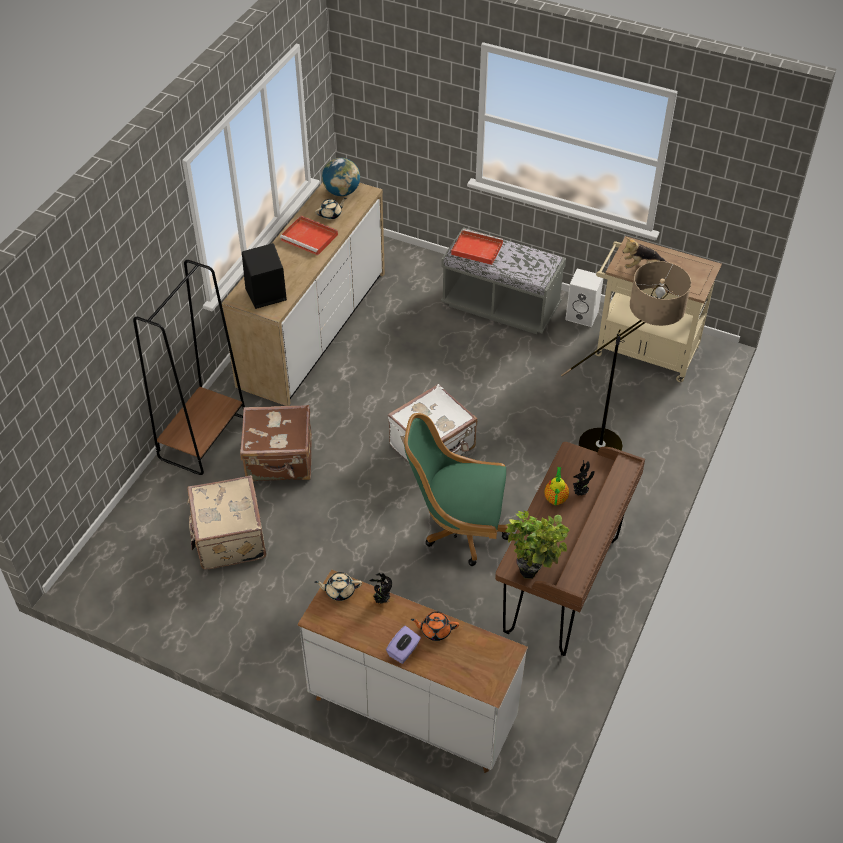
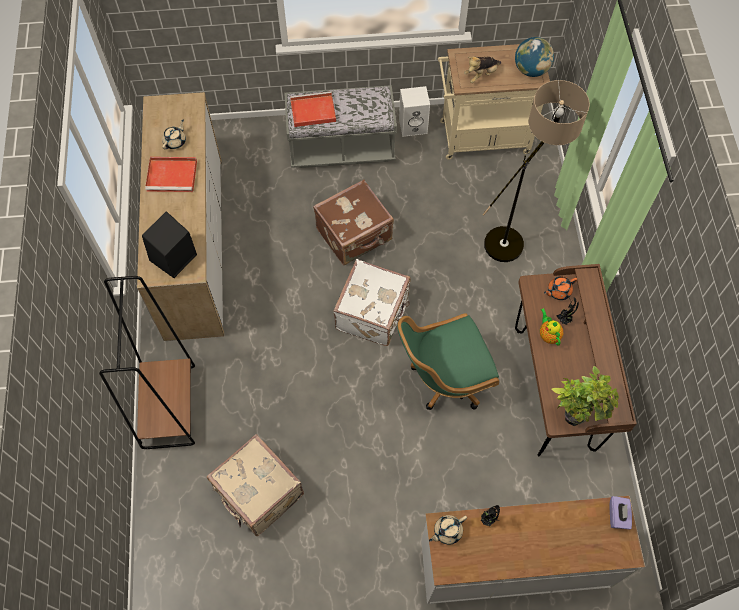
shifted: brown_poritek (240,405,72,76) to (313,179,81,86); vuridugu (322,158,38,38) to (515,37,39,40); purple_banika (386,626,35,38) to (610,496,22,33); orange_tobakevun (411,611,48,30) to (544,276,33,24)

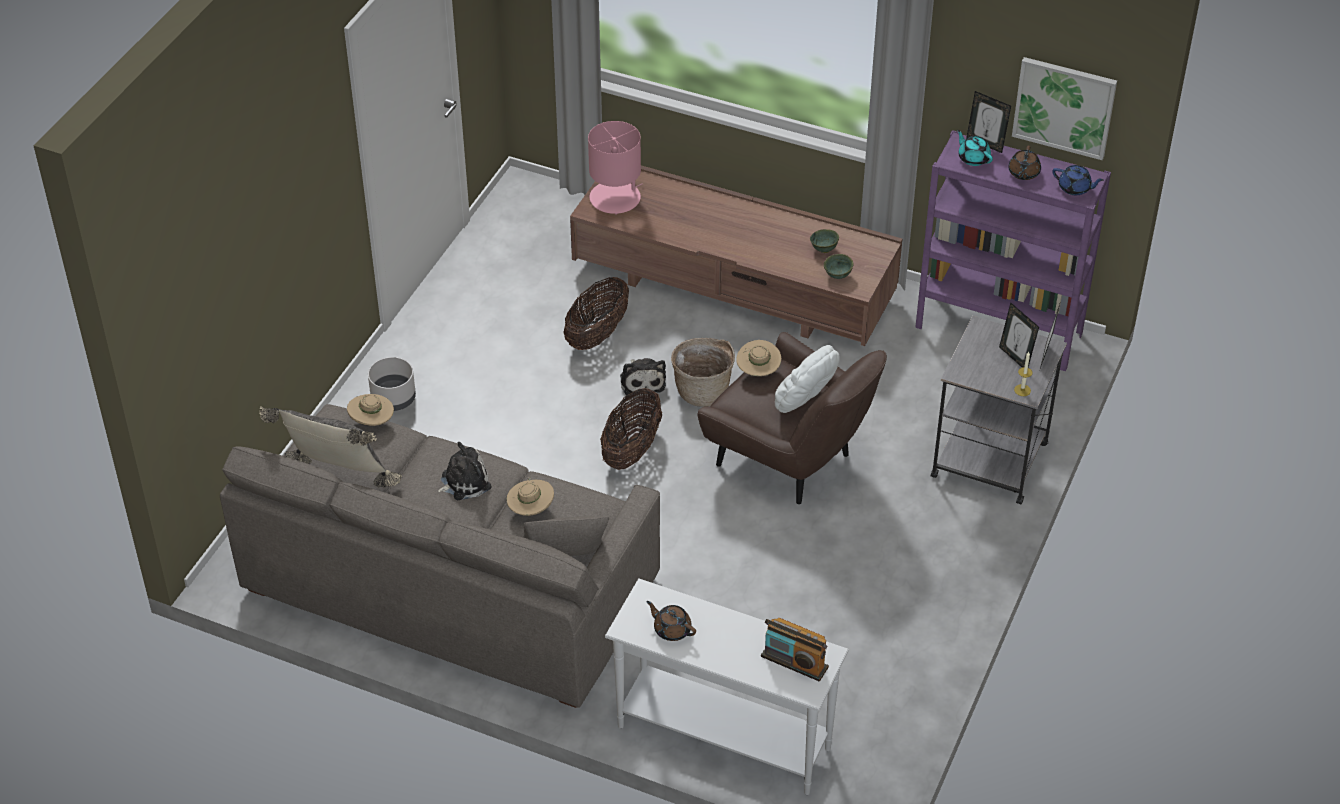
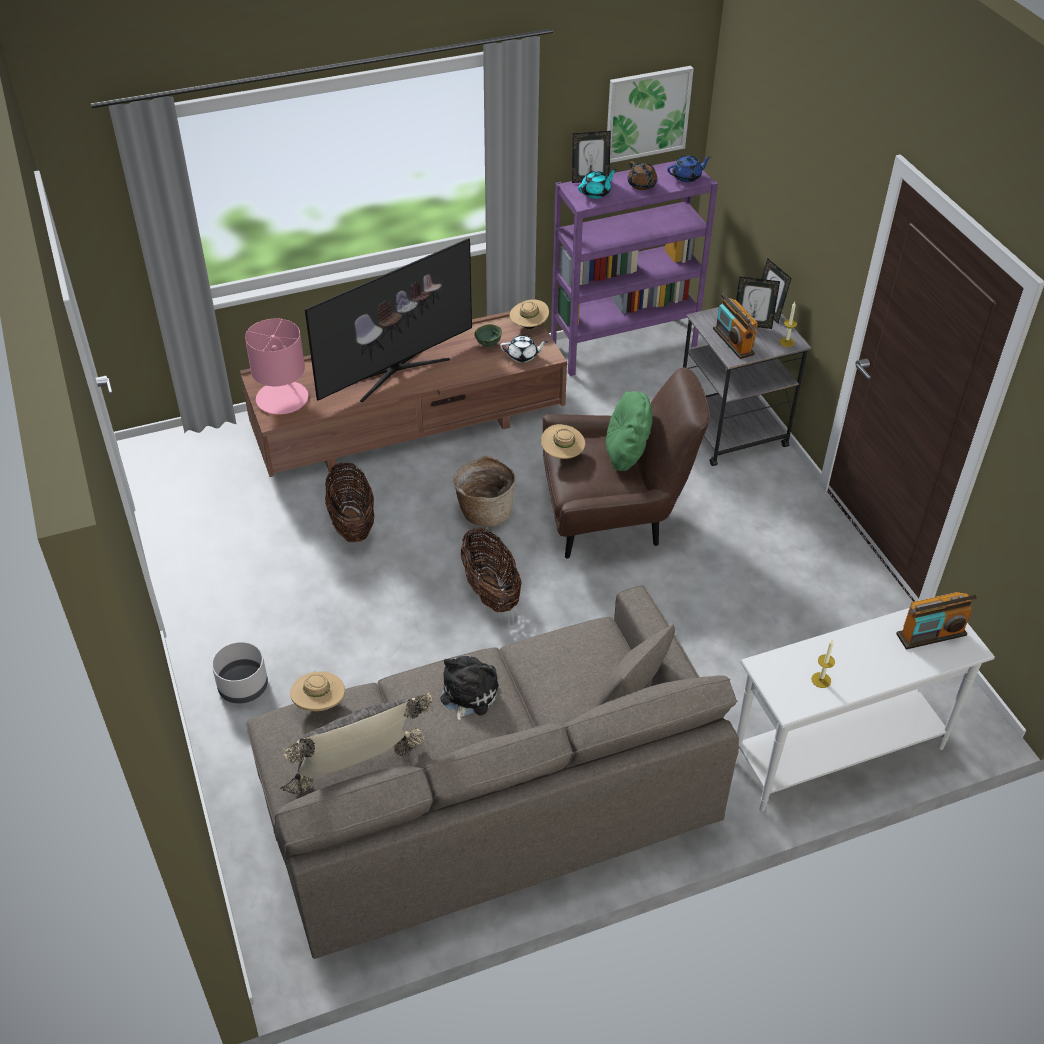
gone: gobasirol (620,358,46,38)
new: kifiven (305,238,167,164); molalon (713,293,45,66)
shifted: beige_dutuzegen (506,477,48,39) to (510,299,39,30)
swapped: brown_tobakevun (646,601,50,40) to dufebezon (811,639,24,49); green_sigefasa (824,254,29,25) to white_tobakevun (500,335,48,27)
repainted: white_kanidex (775,345,65,68) to green_kanidex (606,391,47,80)
rotated: turquoise_tobakevun (957,130,36,36) = (578,169,38,30) 135 degrees clockwise

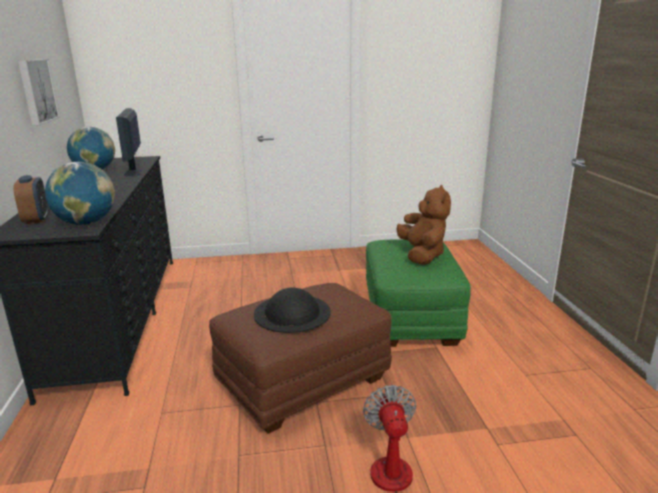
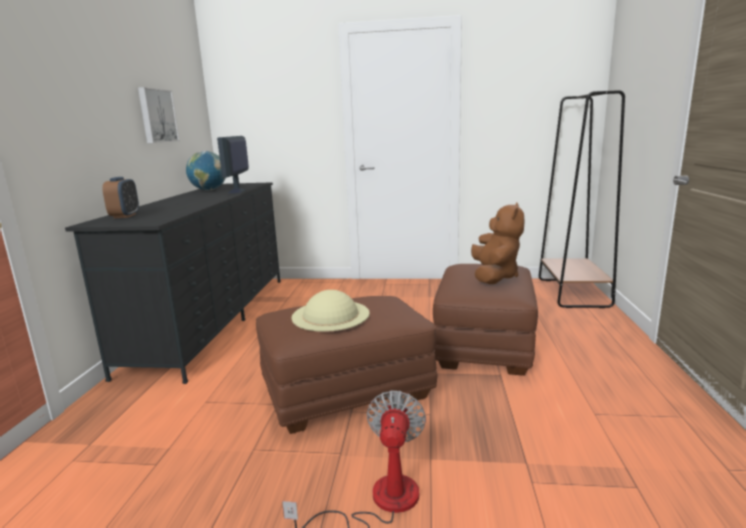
gone: vuridugu (45,162,70,63)
new: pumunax (539,90,86,218)
repainted: black_dutuzegen (254,288,77,45) to beige_dutuzegen (291,290,79,42); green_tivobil (366,240,105,107) to brown_tivobil (433,264,105,112)

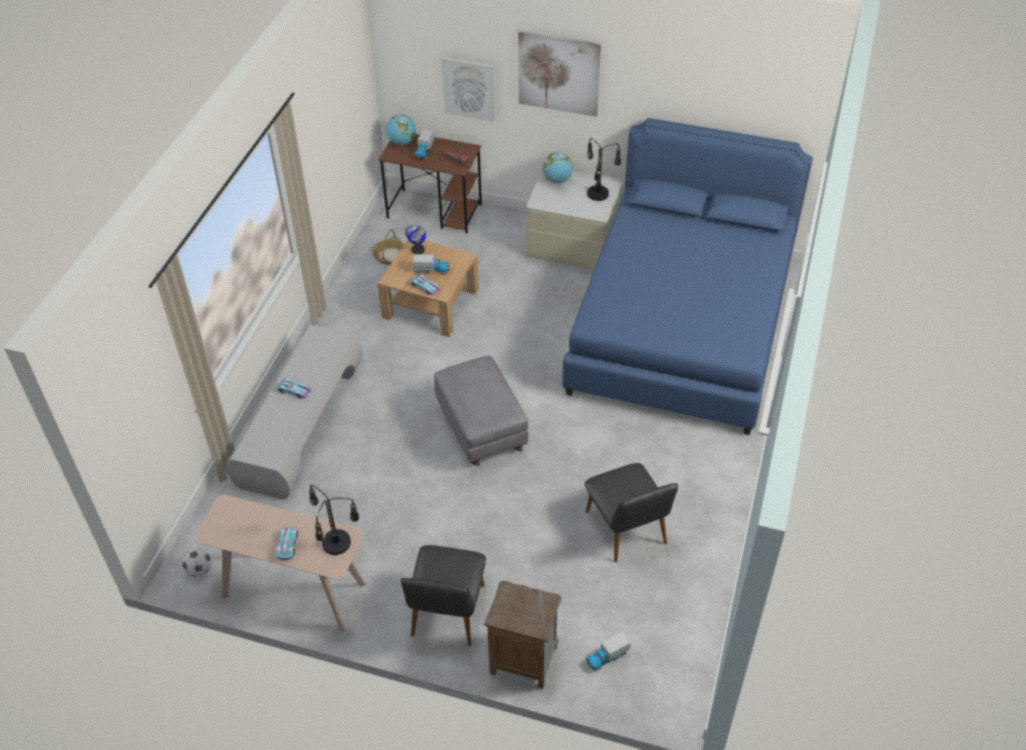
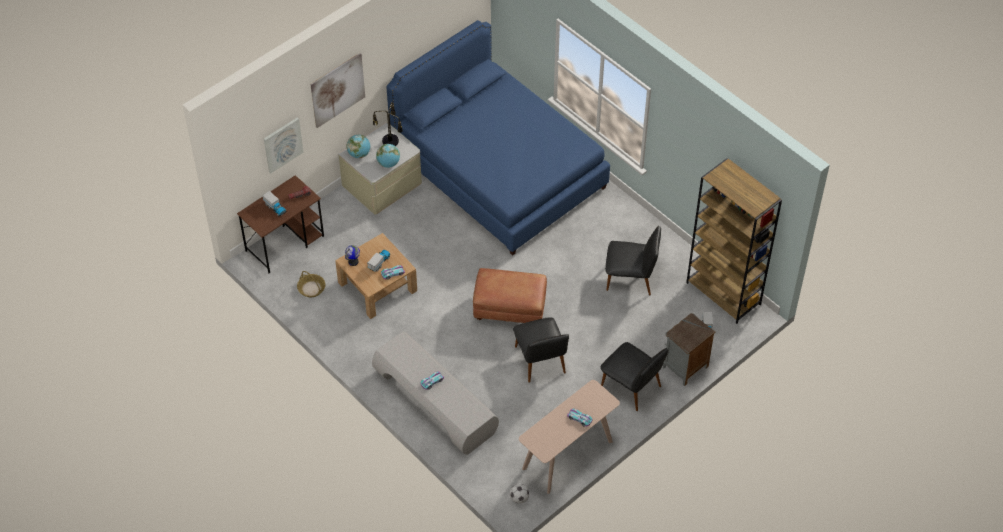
gone: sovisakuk (309,484,50,71)
new: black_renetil (513,317,56,66); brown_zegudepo (686,158,96,166)
shifted: vuridugu (386,114,30,31) to (376,144,24,24)
repainted: grey_tivobil (434,356,94,110) to brown_tivobil (473,268,74,55)

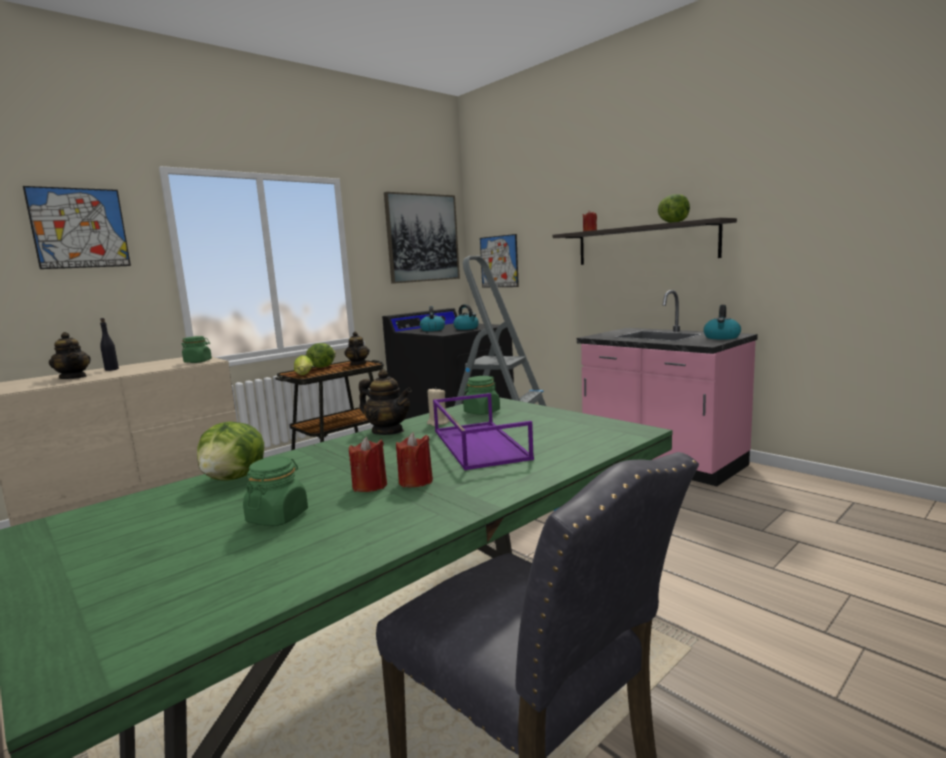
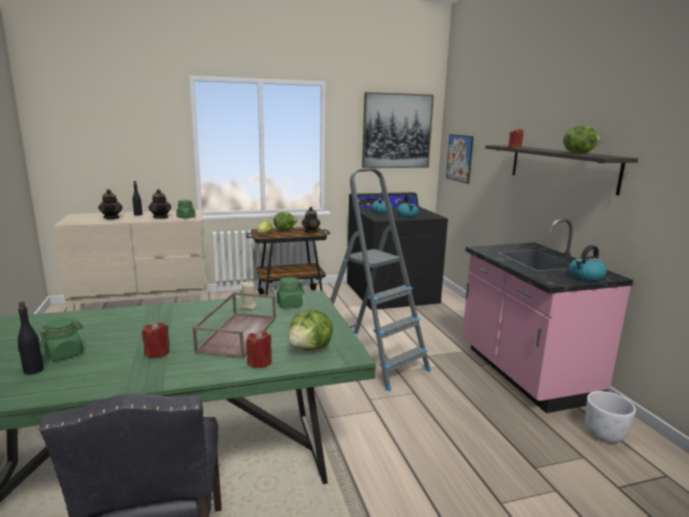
gone: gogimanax (23,186,108,83)
new: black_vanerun (18,302,26,73); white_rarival (585,391,51,52)
shifted: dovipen (197,421,67,60) to (288,310,45,41); red_dufebezon (349,437,38,55) to (246,330,26,38); tobakevun (359,369,53,66) to (149,189,22,30)
repainted: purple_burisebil (433,393,101,77) to brown_burisebil (192,292,84,67)

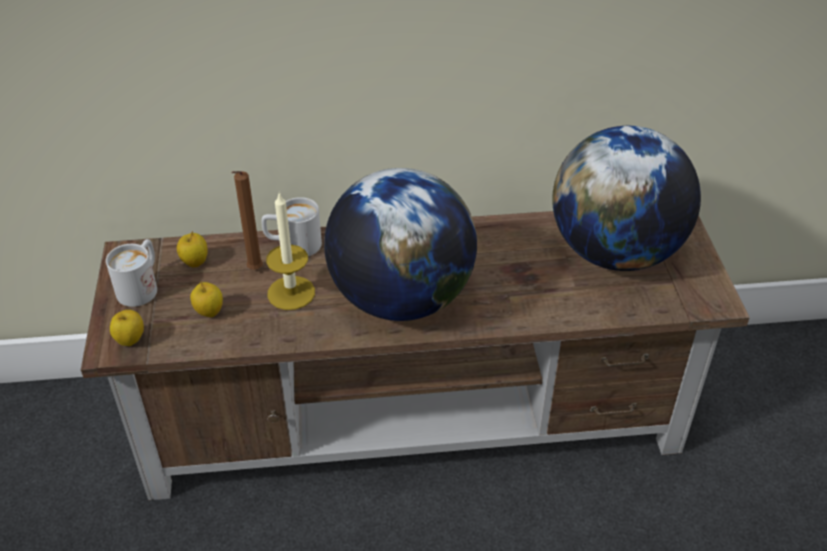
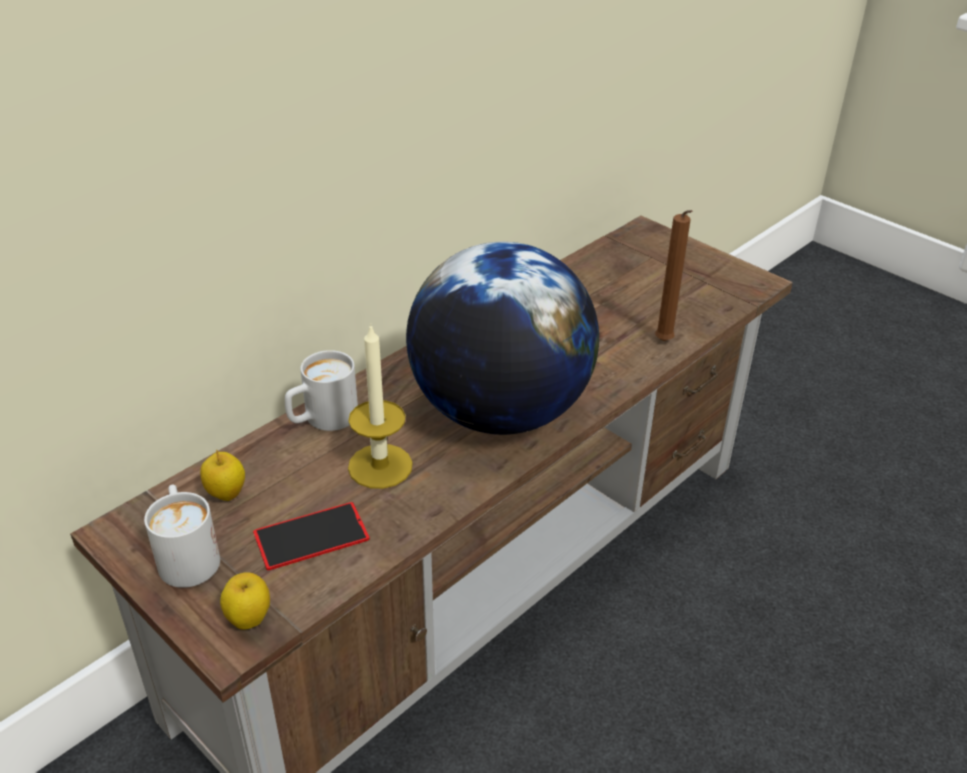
gone: vuridugu (552,126,149,145)
shifted: brown_dufebezon (232,171,31,99) to (655,210,38,131)
swapped: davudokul (190,281,33,36) to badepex (253,502,117,68)

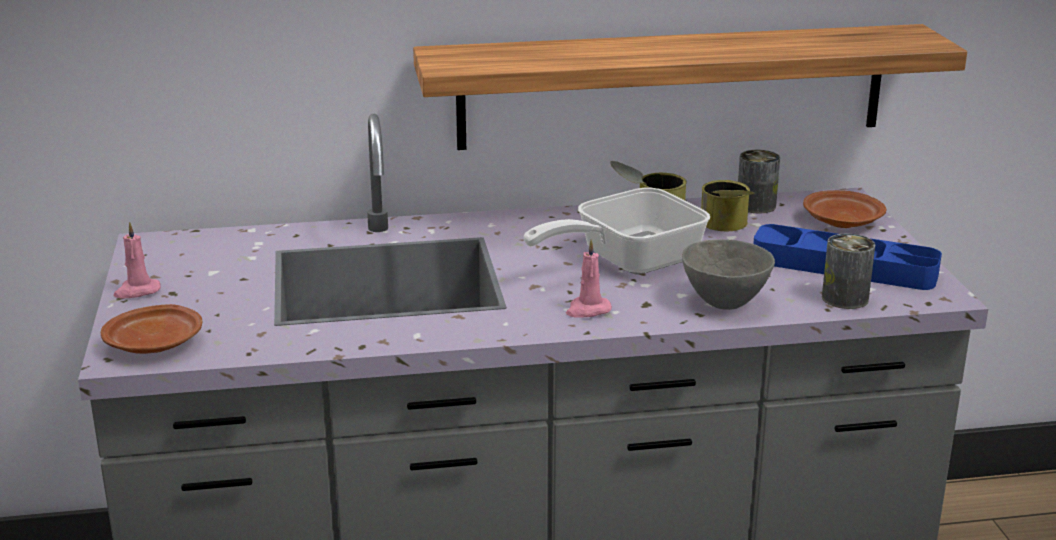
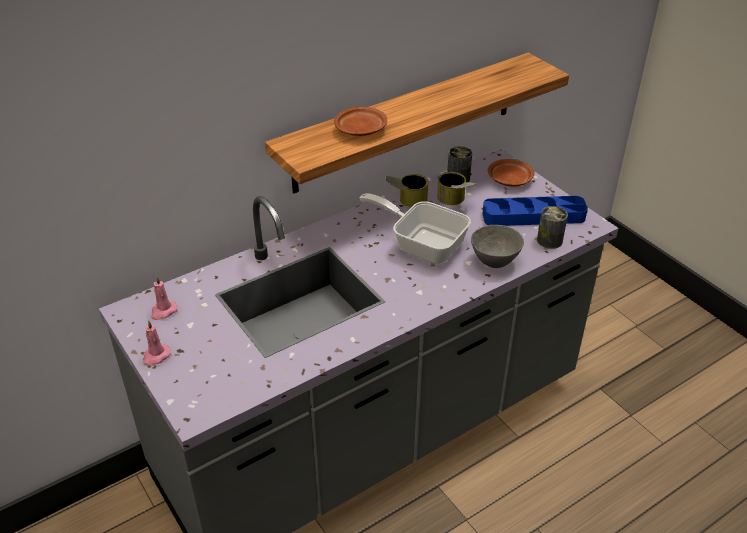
shifted: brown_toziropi (101,304,101,50) to (334,107,53,29); pink_dufebezon (566,240,46,78) to (151,276,27,44)
rotated: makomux (524,188,186,87) = (360,193,111,71) 90 degrees clockwise

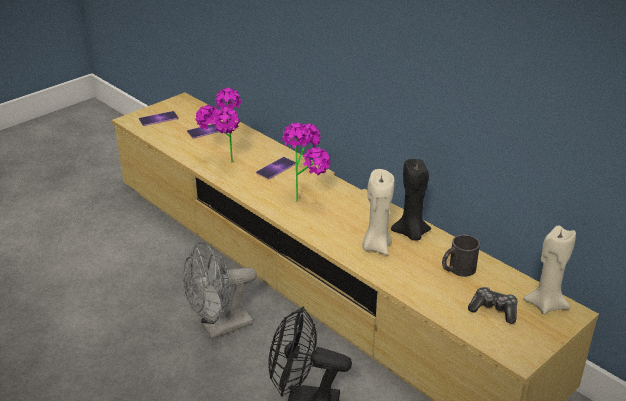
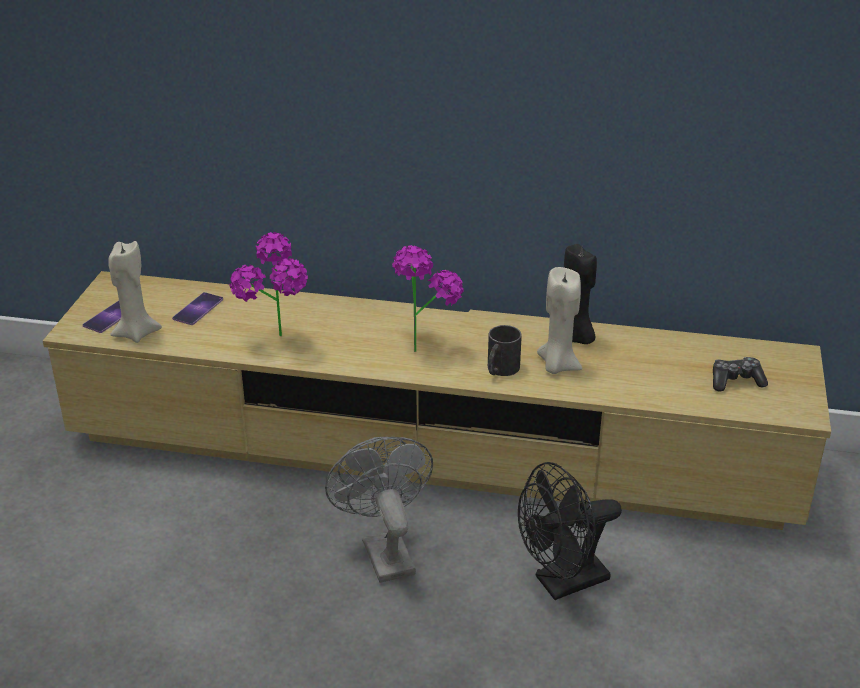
gone: badepex (256,157,40,22)
shifted: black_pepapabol (442,235,38,42) to (488,325,34,51); beige_dufebezon (523,226,53,89) to (108,241,54,102)
rotated: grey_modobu (183,242,74,97) = (325,437,108,146) 135 degrees clockwise

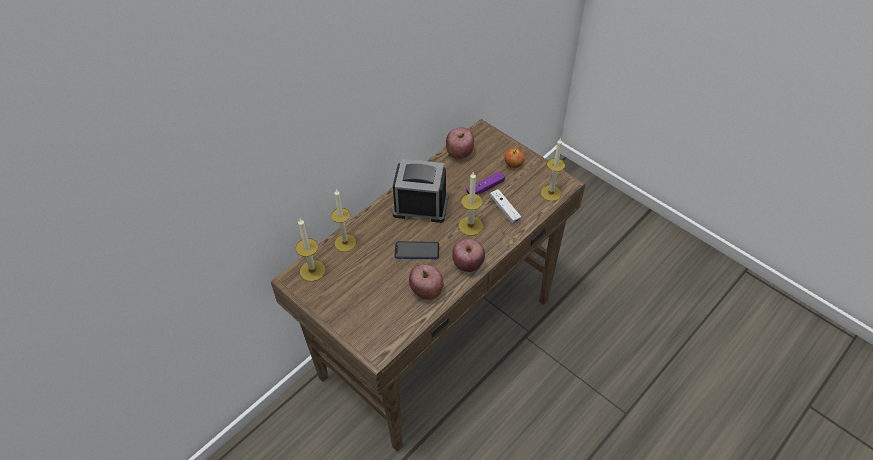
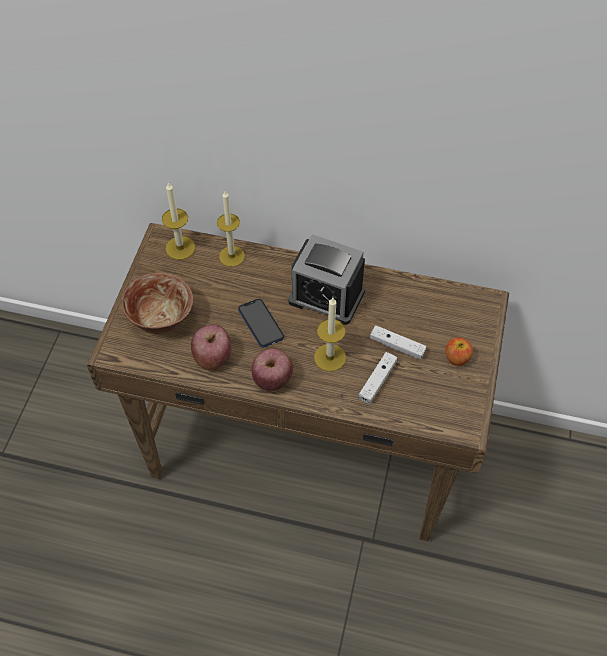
gone: davudokul (446,128,28,31); dufebezon (541,138,24,63)
new: sigefasa (121,273,72,61)
repainted: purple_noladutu (466,172,39,22) to white_noladutu (370,325,56,35)
rotated: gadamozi (393,159,55,64) = (288,234,77,91) 135 degrees clockwise

